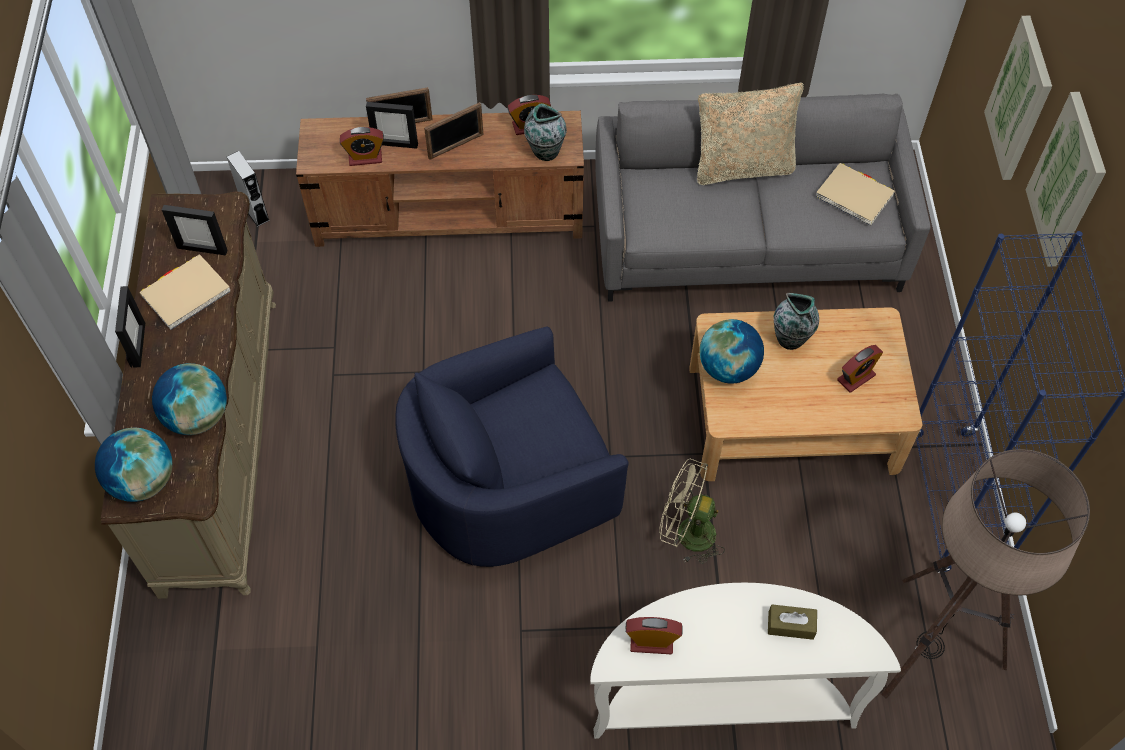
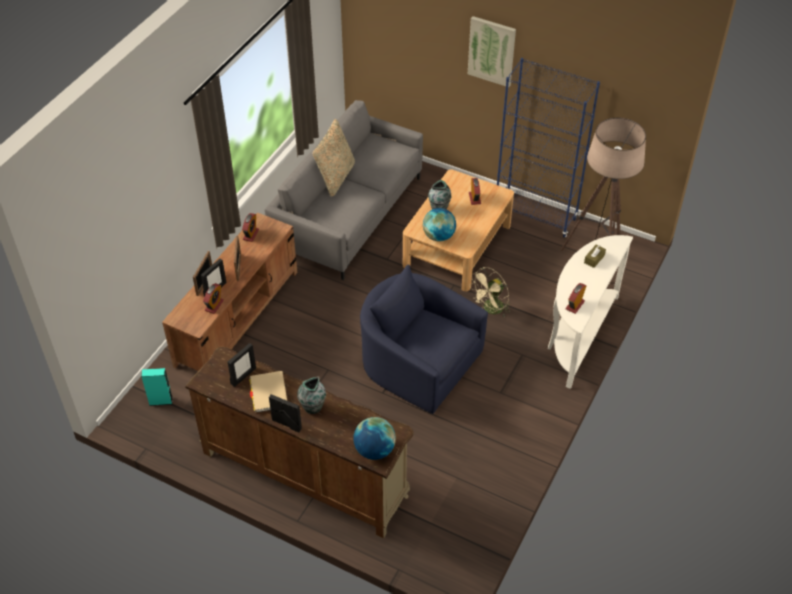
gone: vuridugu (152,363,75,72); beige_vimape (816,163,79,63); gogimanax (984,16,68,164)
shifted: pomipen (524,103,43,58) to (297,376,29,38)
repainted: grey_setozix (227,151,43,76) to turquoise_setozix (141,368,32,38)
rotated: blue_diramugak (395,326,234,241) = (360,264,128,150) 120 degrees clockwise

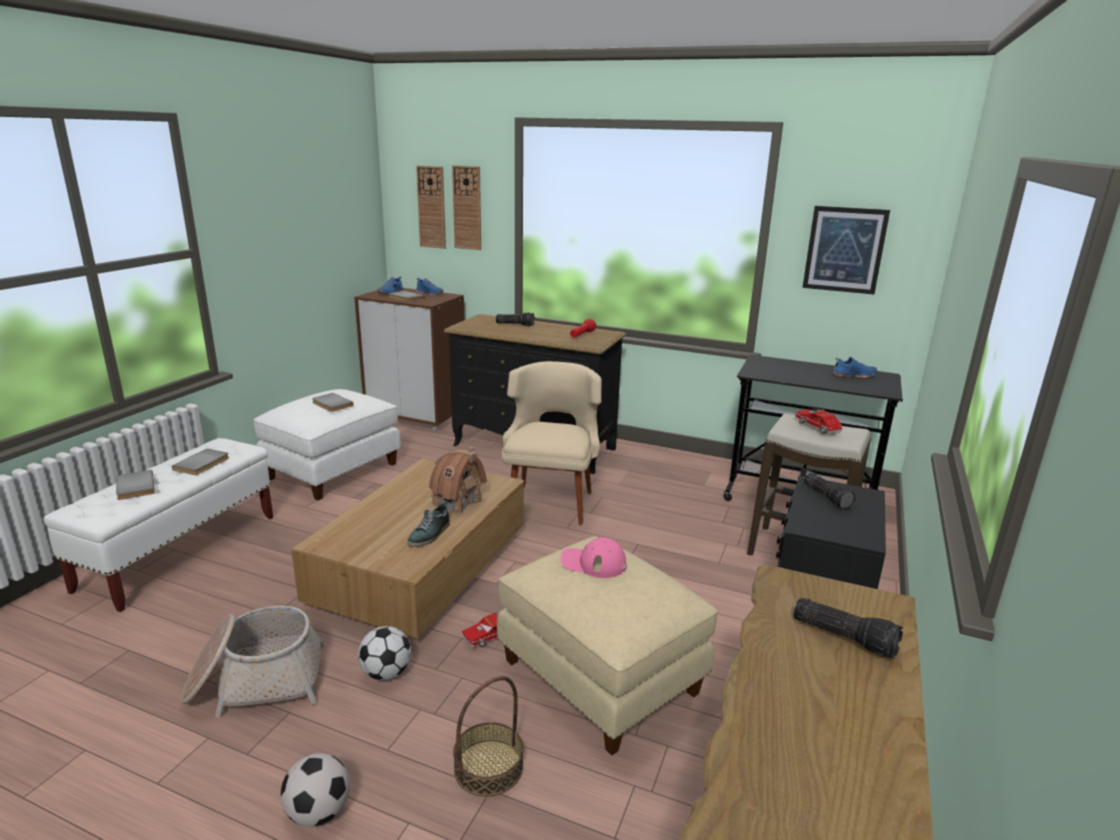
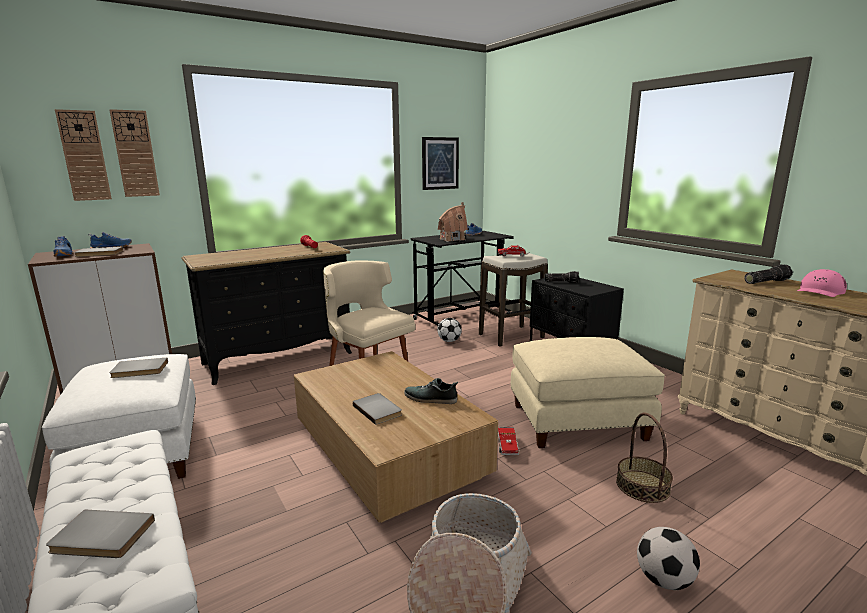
gone: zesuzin (496,312,39,14)
shifted: grey_vimape (172,449,57,26) to (353,393,49,32); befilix (358,626,53,54) to (437,318,25,24); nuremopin (429,447,58,68) to (438,202,30,40); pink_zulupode (561,537,66,41) to (797,269,50,28)
rotated: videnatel (407,501,43,46) = (404,378,54,26) 135 degrees clockwise

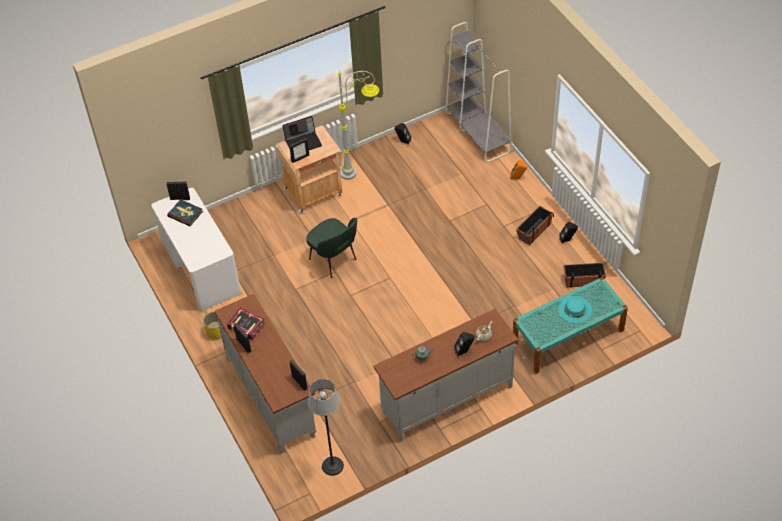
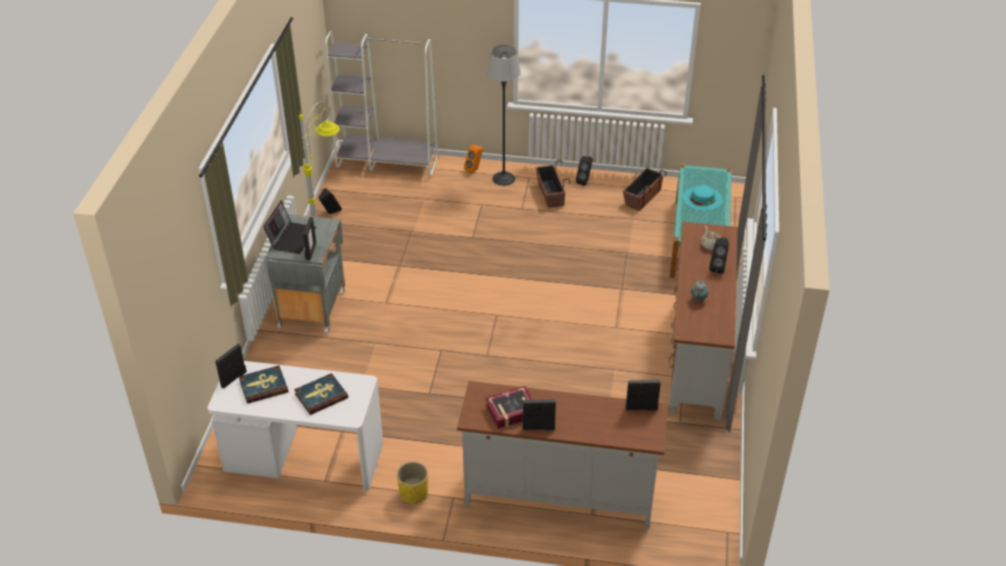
gone: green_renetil (306,218,51,60)
new: vimape (294,373,54,42)
shifted: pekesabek (308,379,36,97) to (487,45,34,141)
repainted: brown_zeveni (276,125,66,88) to grey_zeveni (265,214,80,120)

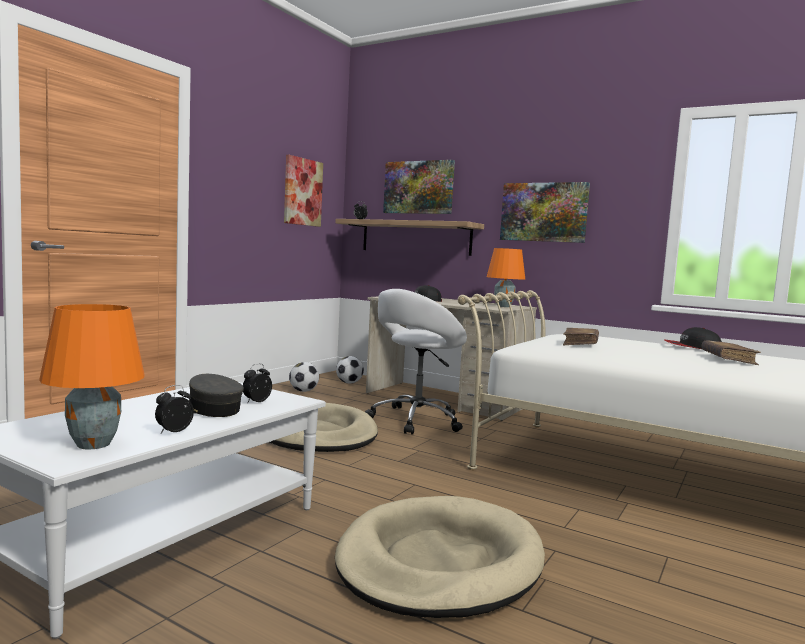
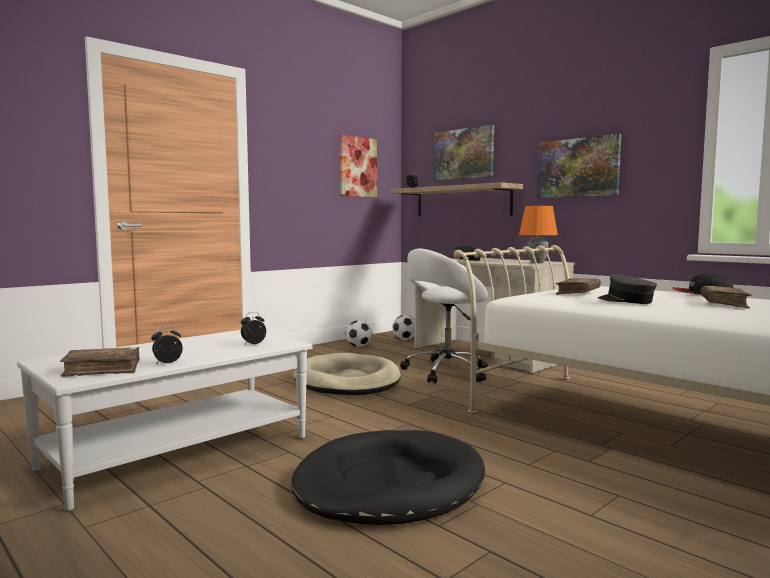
shifted: grey_zulupode (189,374,55,43) to (598,274,59,30)
swapped: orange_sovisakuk (39,304,106,145) to brown_vimape (60,347,80,30)
repainted: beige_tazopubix (335,496,210,122) to black_tazopubix (291,430,194,95)

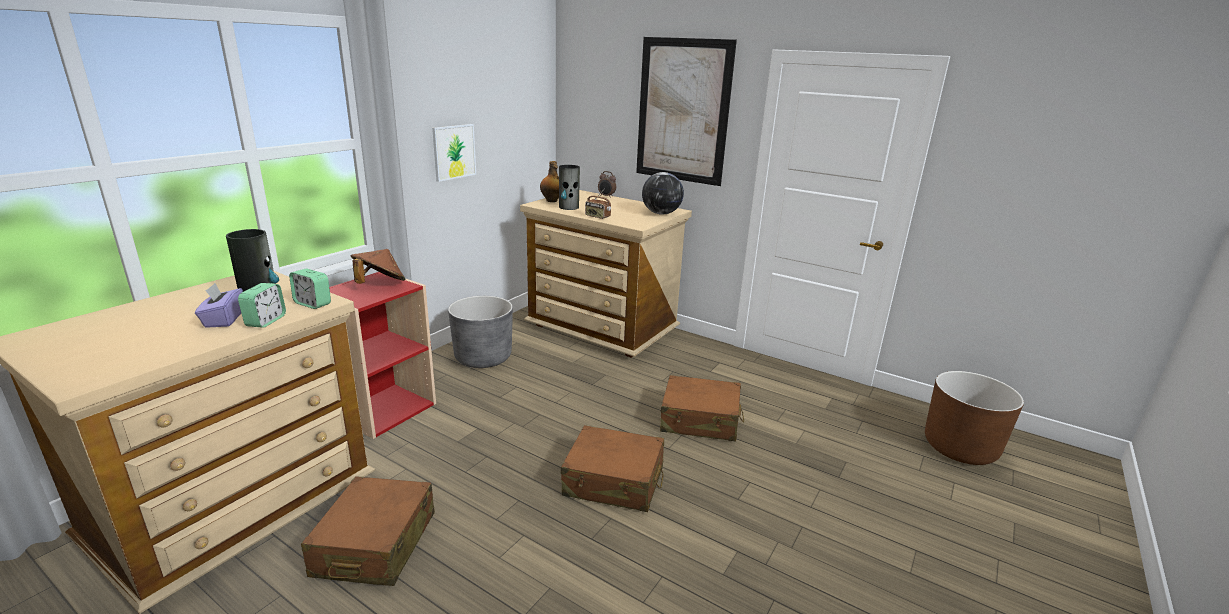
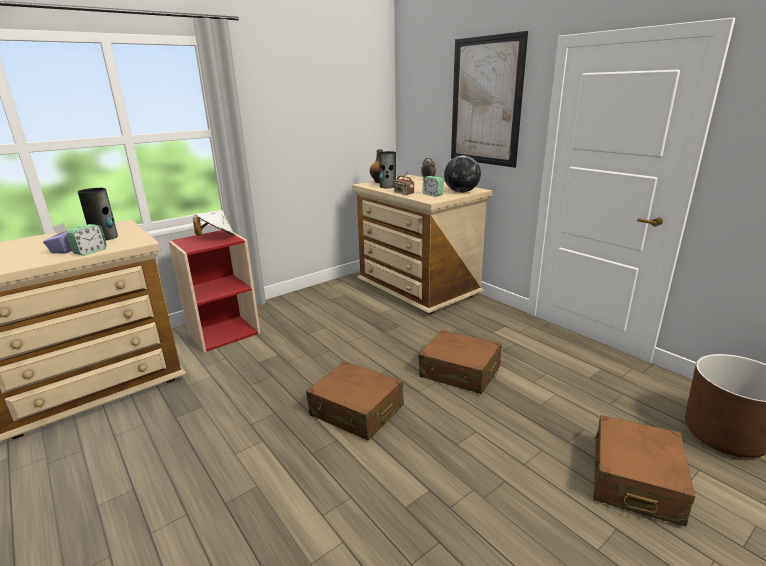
gone: gogimanax (432,124,44,58); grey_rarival (448,296,65,72)
shifted: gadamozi (289,269,42,40) to (423,176,20,21); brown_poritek (301,476,134,110) to (593,415,102,111)
repainted: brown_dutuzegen (351,249,54,35) to white_dutuzegen (193,211,42,25)

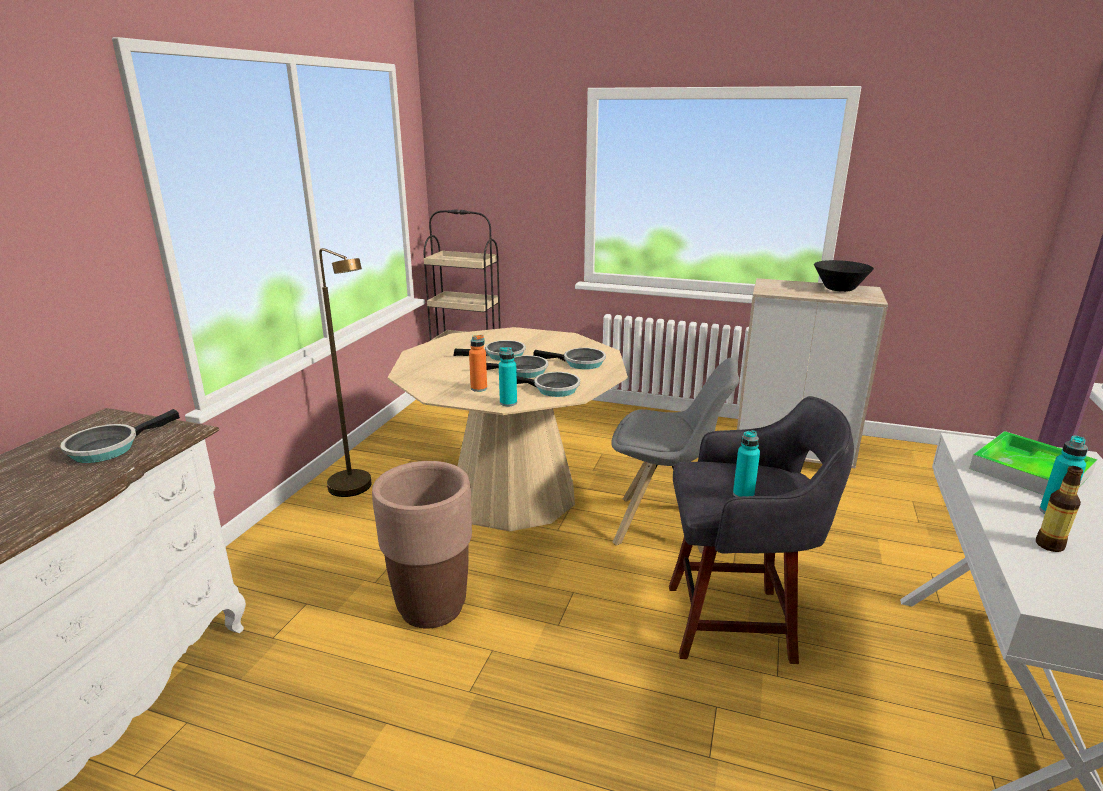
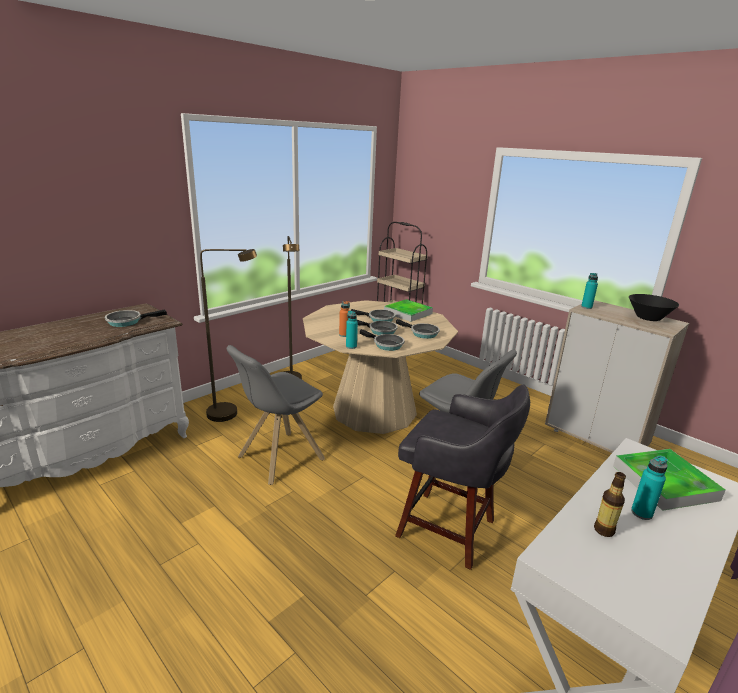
new: brown_pekesabek (200,249,57,173); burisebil (384,299,49,23)
shifted: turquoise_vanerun (733,430,27,67) to (581,273,17,36)
swapped: brown_rarival (372,461,100,168) to grey_renetil (227,345,98,140)

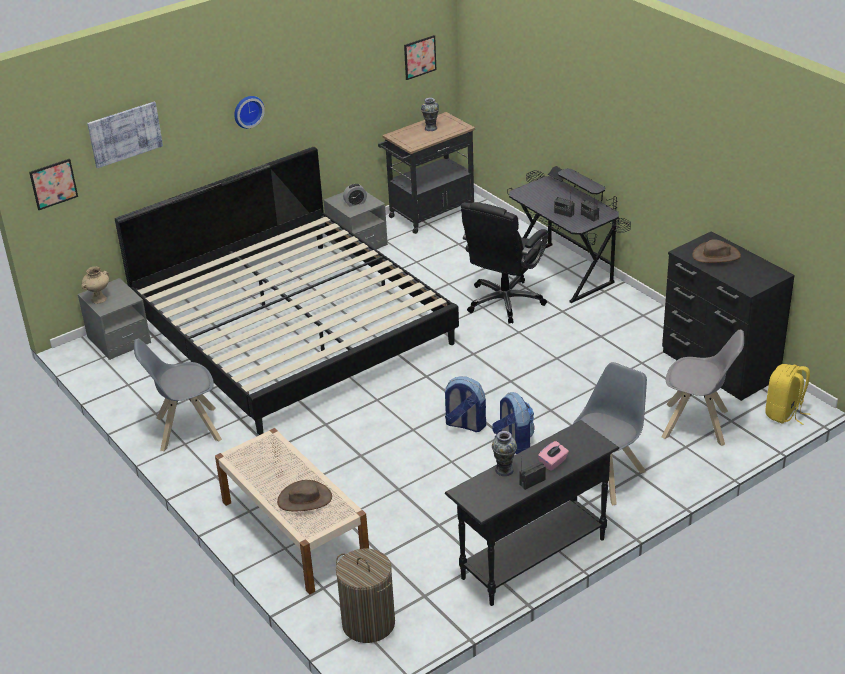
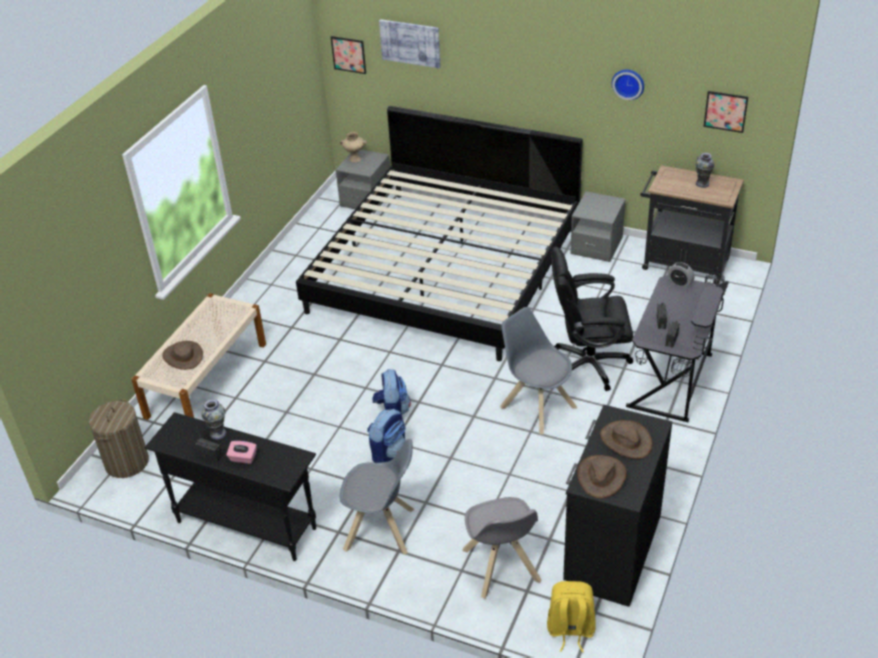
new: brown_dutuzegen (578,455,48,43)
shifted: grey_renetil (134,339,88,112) to (500,307,77,127); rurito (234,96,31,33) to (612,69,32,31); gadamozi (343,184,24,23) to (667,262,28,26)

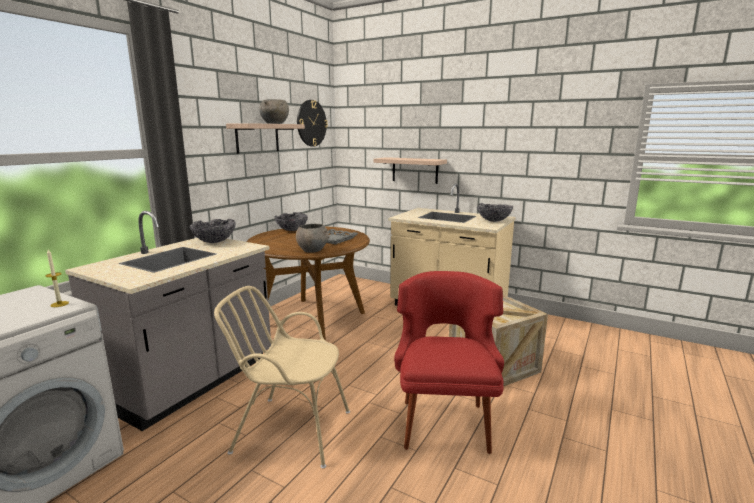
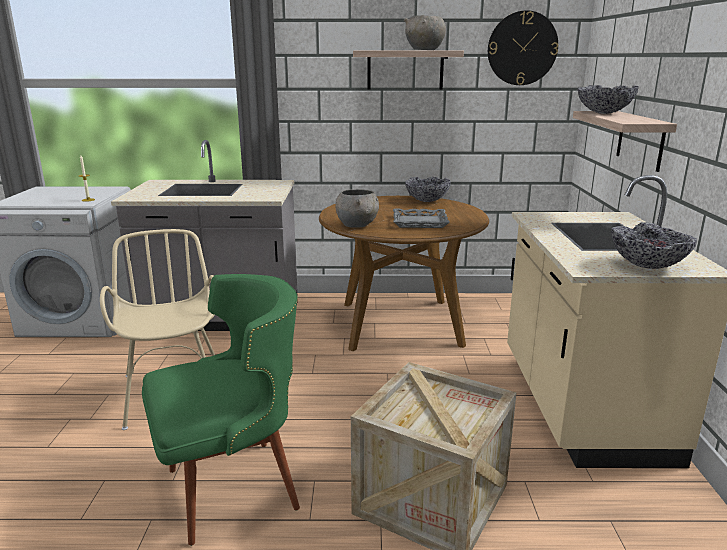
shifted: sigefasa (190,219,46,24) to (577,85,62,29)
repainted: red_renetil (394,271,110,183) to green_renetil (142,274,158,272)

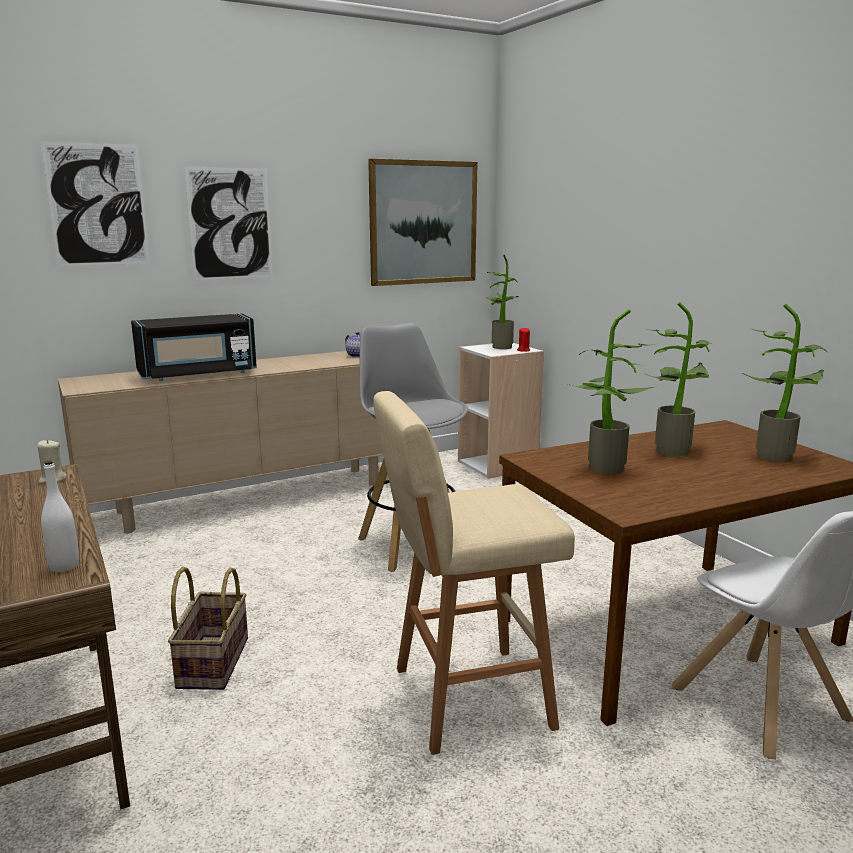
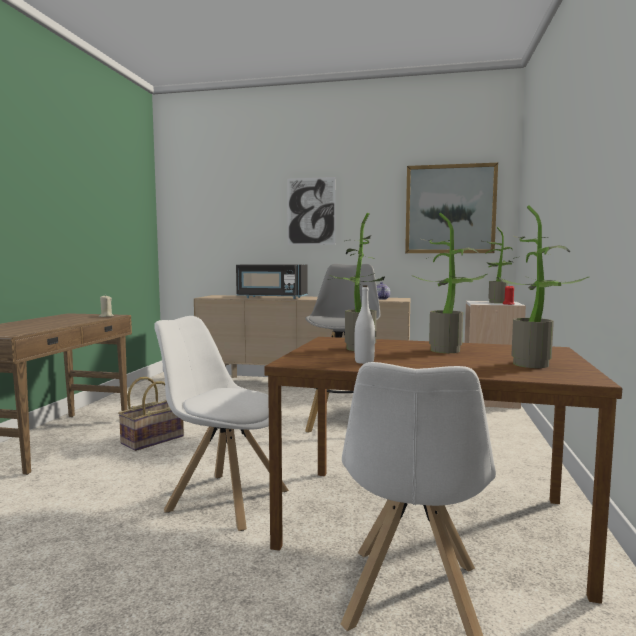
gone: gogimanax (40,141,110,125)
shifted: white_vanerun (41,460,38,112) to (355,285,20,79)
swapped: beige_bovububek (373,391,202,364) to white_renetil (154,316,135,215)

